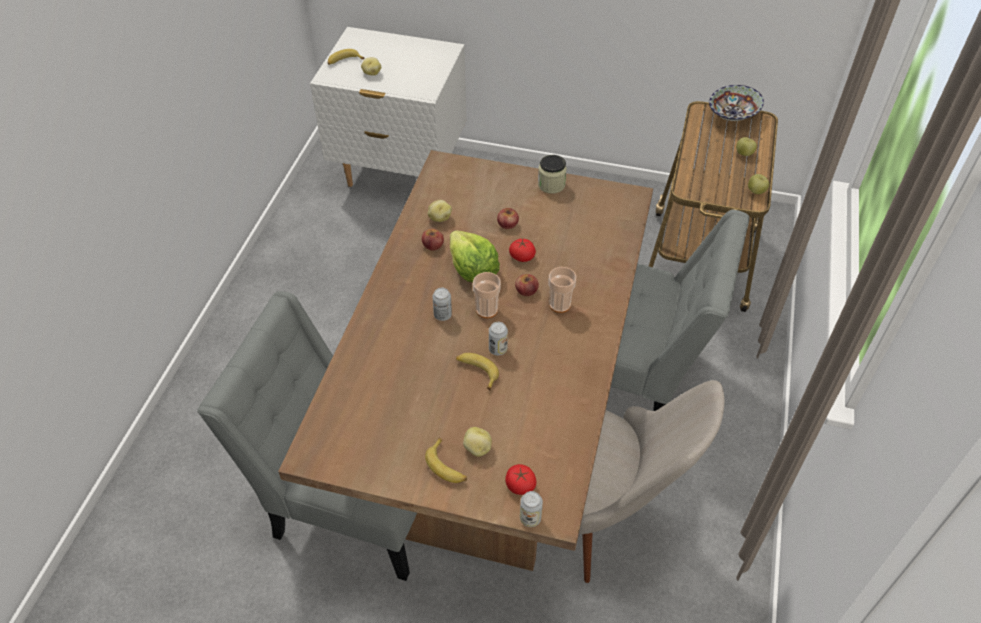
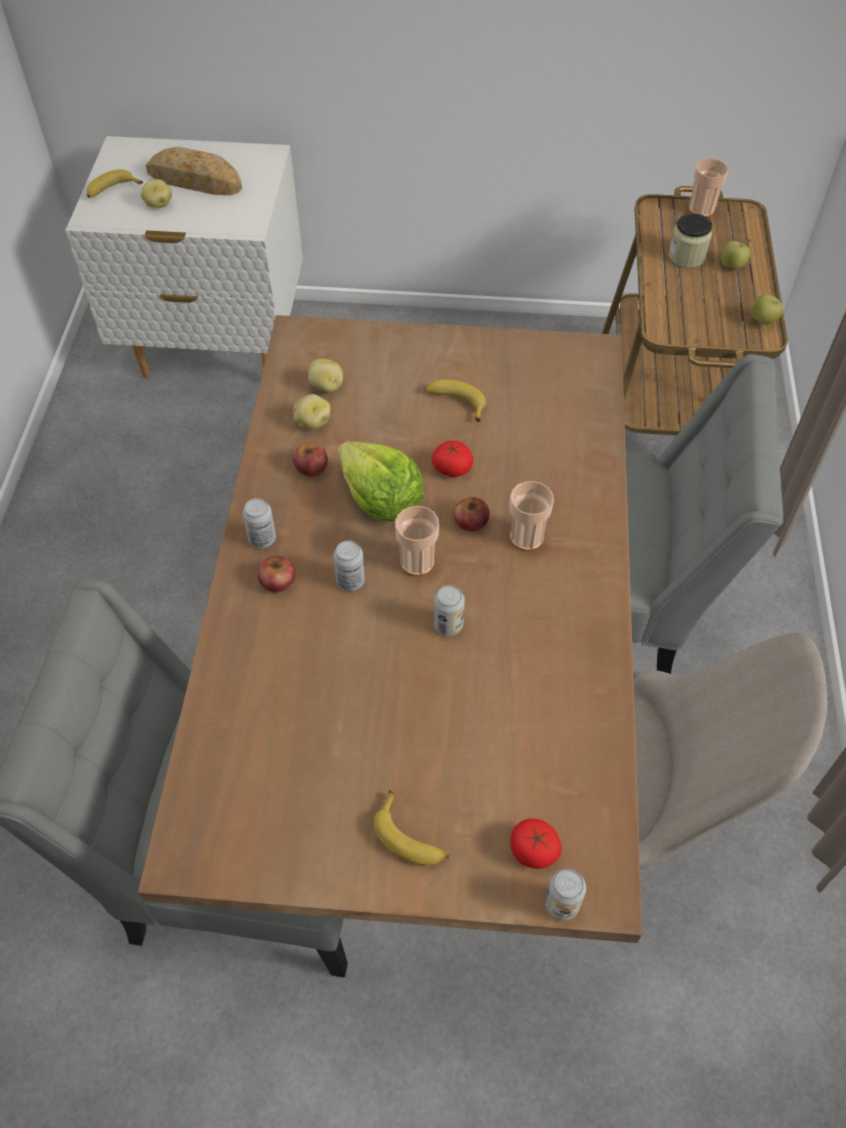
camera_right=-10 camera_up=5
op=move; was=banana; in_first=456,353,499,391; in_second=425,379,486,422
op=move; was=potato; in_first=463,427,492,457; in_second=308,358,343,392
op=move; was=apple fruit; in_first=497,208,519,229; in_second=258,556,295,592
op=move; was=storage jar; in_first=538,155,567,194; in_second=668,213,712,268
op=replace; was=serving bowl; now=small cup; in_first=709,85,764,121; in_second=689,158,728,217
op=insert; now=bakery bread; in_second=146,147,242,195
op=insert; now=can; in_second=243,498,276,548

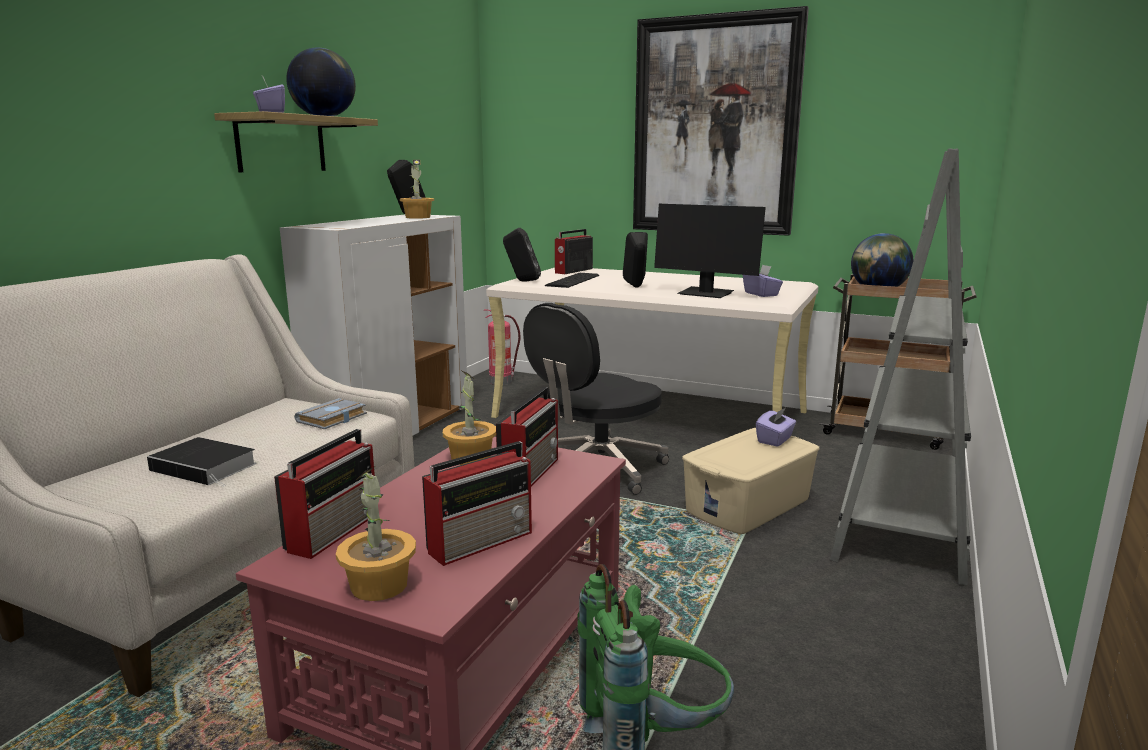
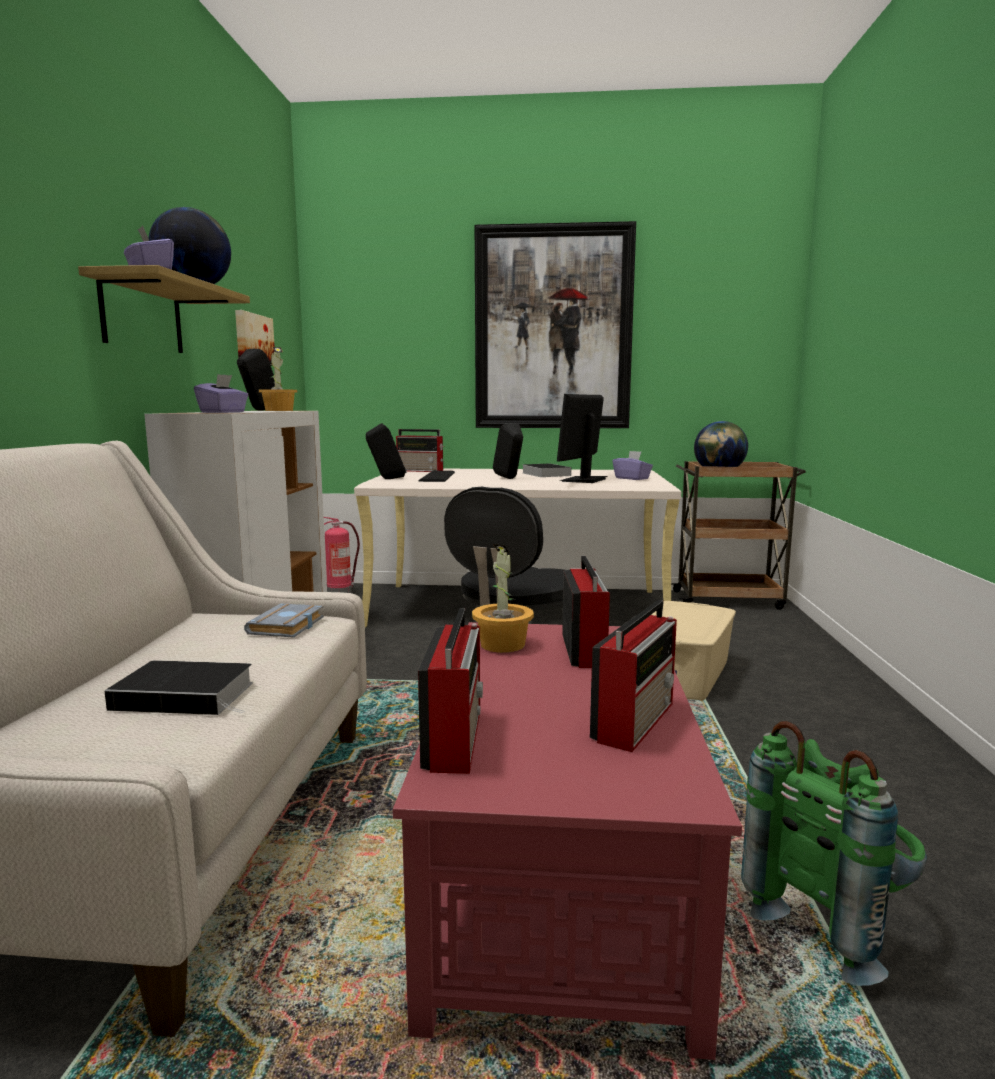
camera_right=-20 camera_up=-5
op=delete; was=potted plant; in_first=336,467,416,601
op=rotate; was=radio receiver; in_first=555,229,593,274; in_second=396,429,444,472; clockwise=-90
op=rotate; was=monitor; in_first=654,204,766,298; in_second=557,394,608,483; clockwise=105
op=move; was=purple tissue holder; in_first=756,407,796,447; in_second=194,374,248,413
op=delete; was=grey bookshelf; in_first=830,148,971,585
op=insert; now=wall picture; in_second=235,310,275,366
op=insert; now=book; in_second=522,463,571,477

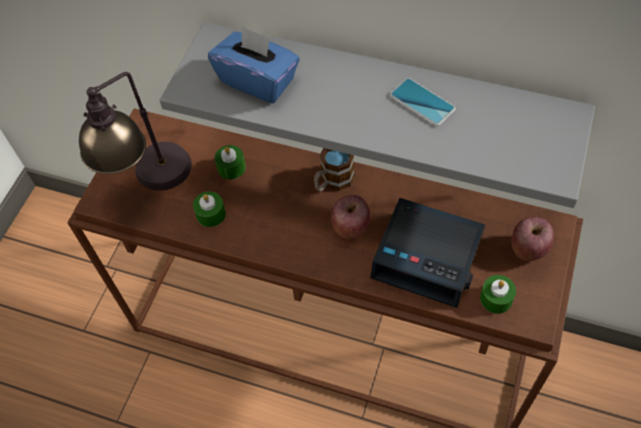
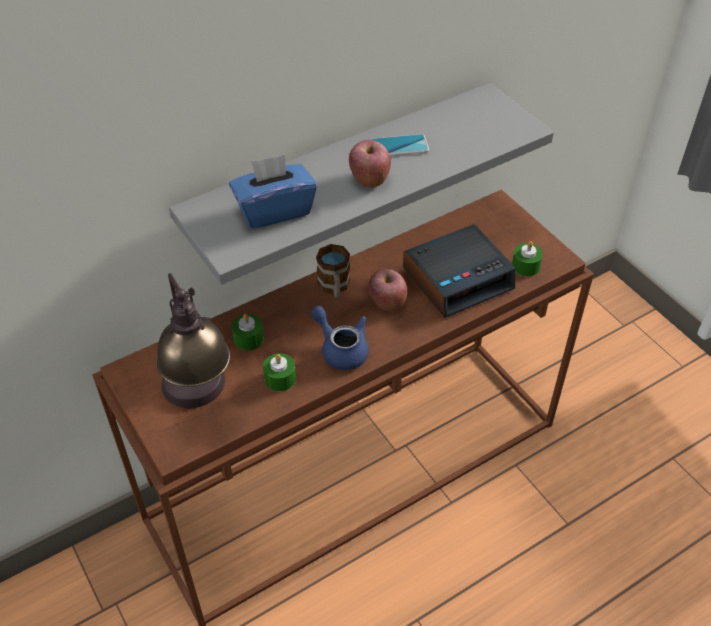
camera_right=-55 camera_up=-10
op=move; was=apple fruit; in_first=512,217,554,261; in_second=349,140,391,188
op=insert; now=bluish pot for tea; in_second=311,306,369,370

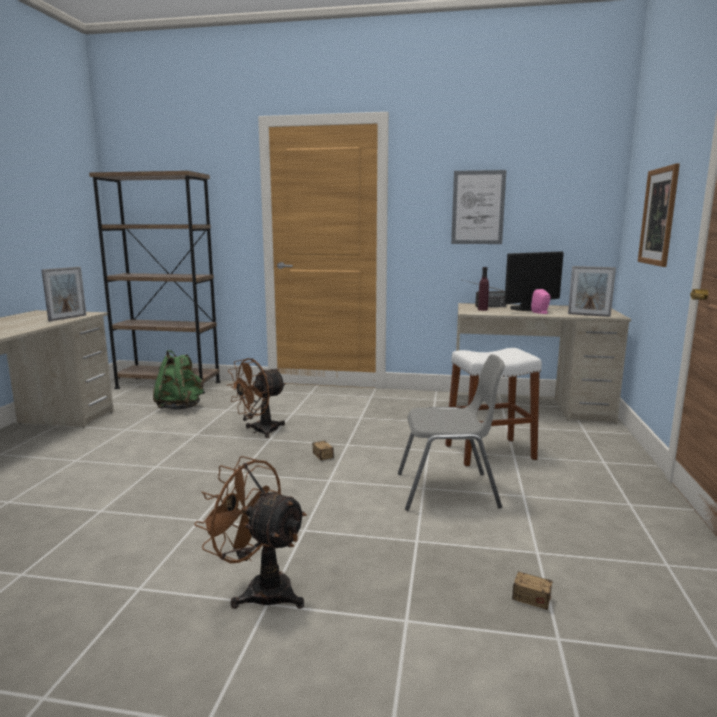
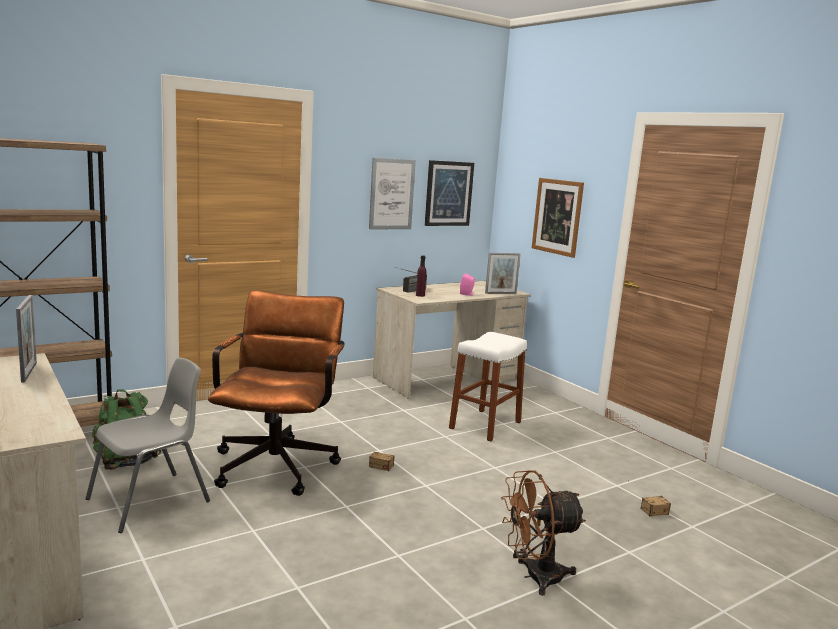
camera_right=-45 camera_up=0
op=replace; was=brown fan; now=brown desk chair; in_first=227,358,286,438; in_second=208,290,345,496
op=move; was=grey plain chair; in_first=398,354,505,511; in_second=86,357,210,533
op=delete; was=monitor; in_first=504,251,564,311
op=insert; now=wall picture; in_second=425,160,474,226

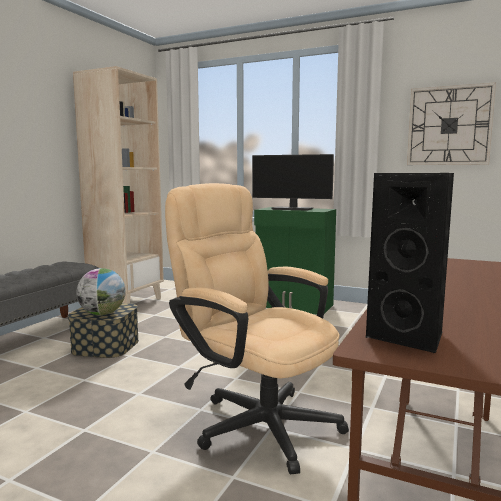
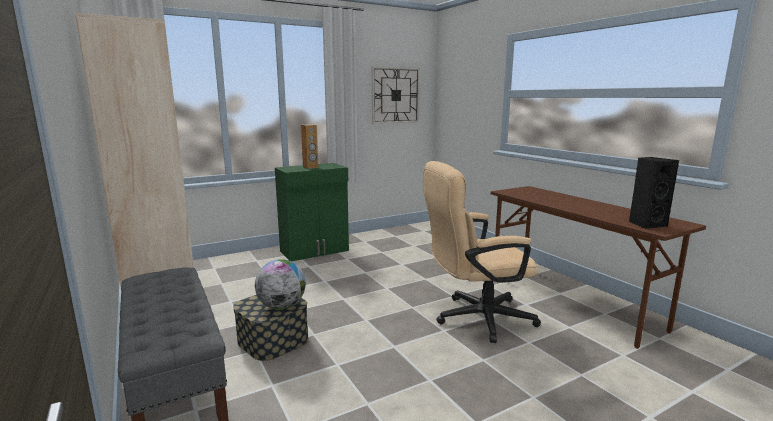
camera_right=-55 camera_up=5
op=replace; was=monitor; now=brown loudspeaker; in_first=252,154,334,211; in_second=301,124,318,169

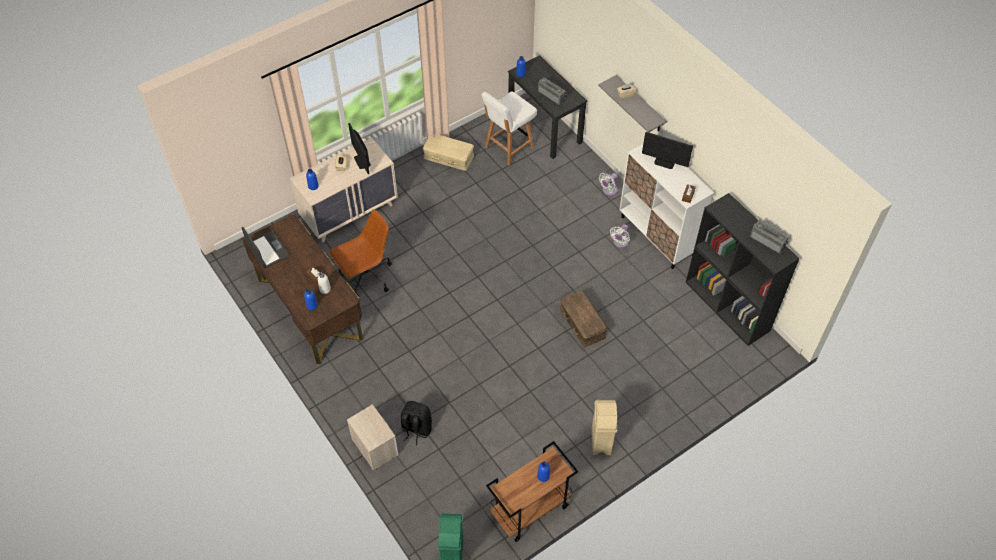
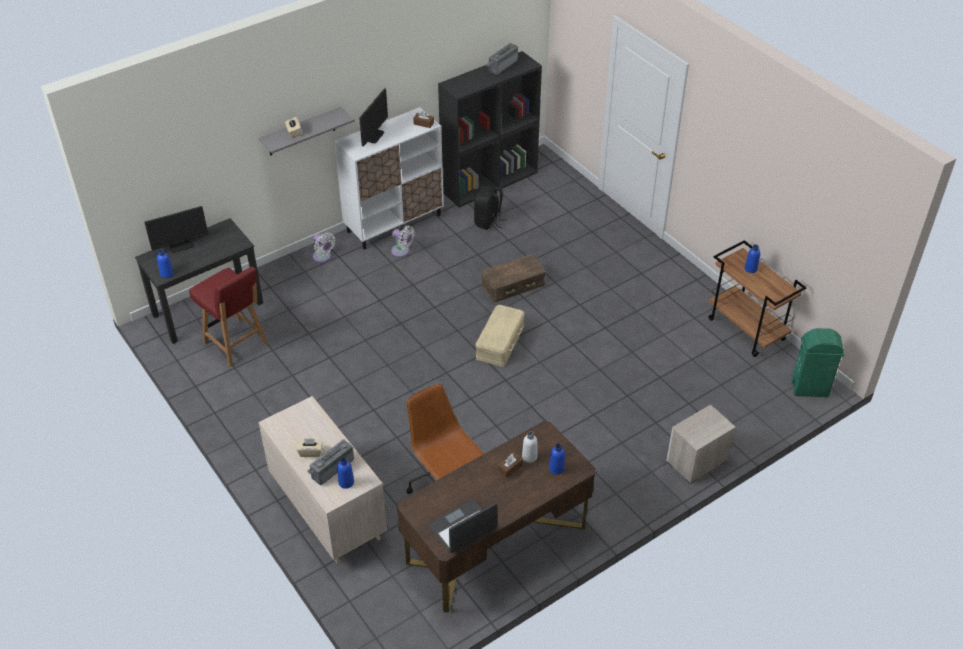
camera_right=-90 camera_up=-10
op=move; was=monitor; in_first=348,123,371,174; in_second=144,206,208,253
op=move; was=black-coloured knapsack; in_first=401,401,432,445; in_second=474,186,504,230
op=move; was=sand-coloured storage bin; in_first=423,134,474,171; in_second=476,305,525,367
op=recolor; was=whitish plain chair; now=reddish plain chair; in_first=481,91,537,166; in_second=189,266,268,367
op=move; was=radio receiver; in_first=538,77,567,105; in_second=307,439,354,485
op=delete; was=sand-coloured rubbish bin; in_first=592,400,617,455

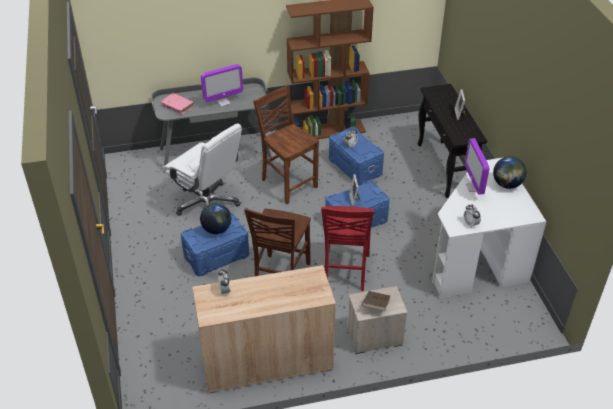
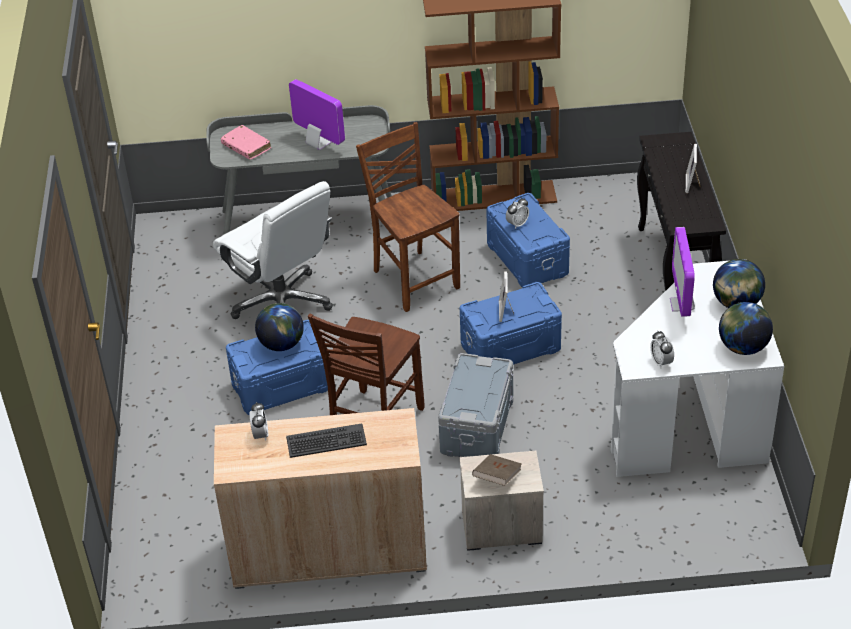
camera_right=10 camera_up=0
op=rotate; was=monitor; in_first=201,64,243,107; in_second=289,79,345,150; clockwise=-120
op=replace; was=reddish plain chair; now=grey storage bin; in_first=321,206,374,291; in_second=438,353,513,457
op=insert; now=PC keyboard; in_second=286,423,367,458
op=insert; now=world globe; in_second=719,302,773,355

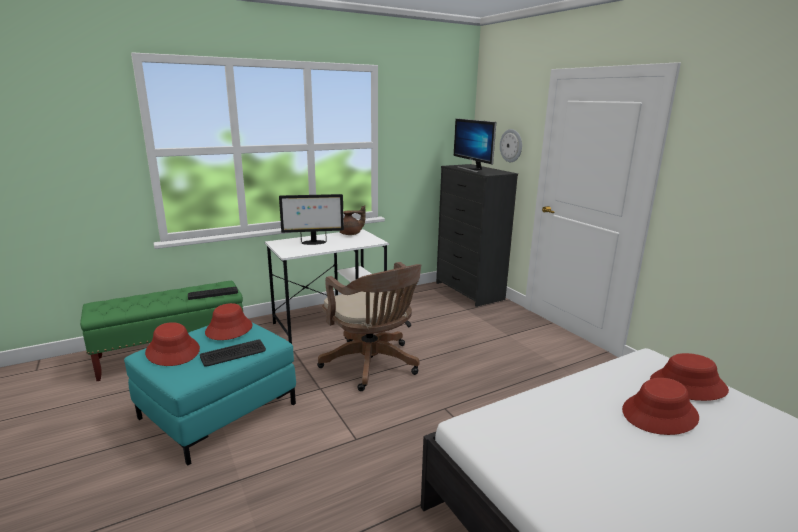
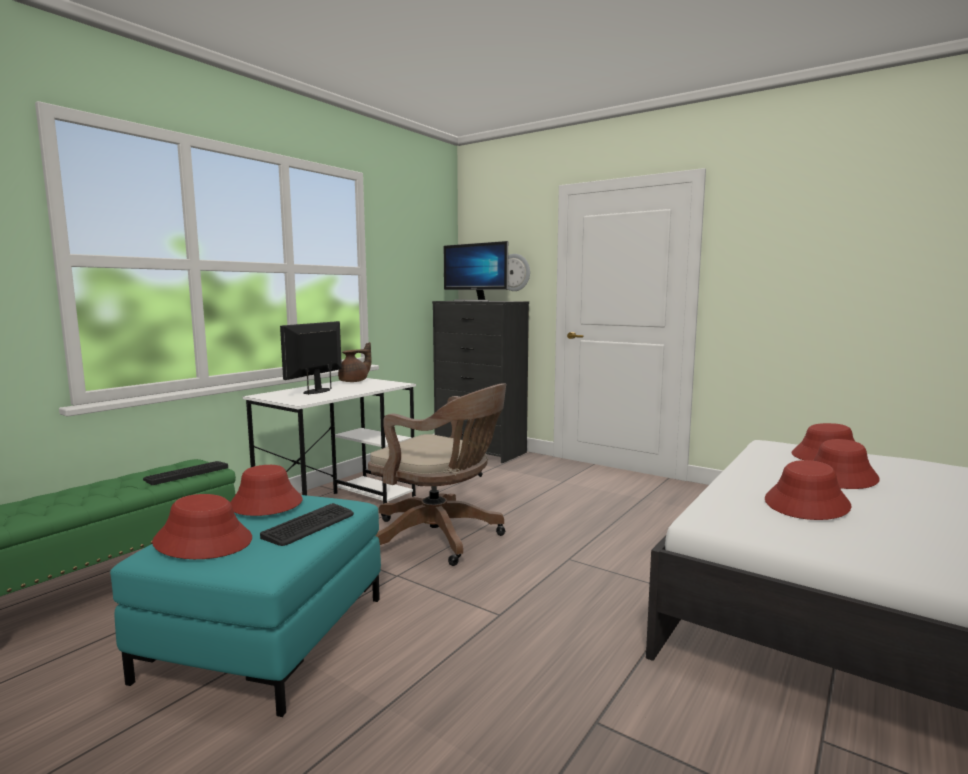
camera_right=-25 camera_up=-10
op=rotate; was=monitor; in_first=279,194,344,245; in_second=280,321,342,395; clockwise=150
op=insert; now=reddish clothing hat; in_second=765,460,852,520

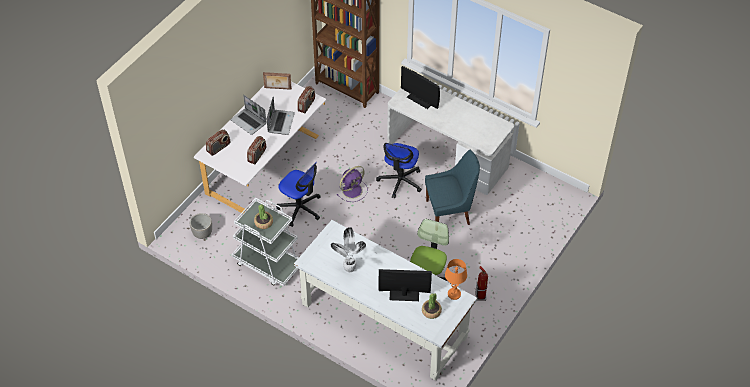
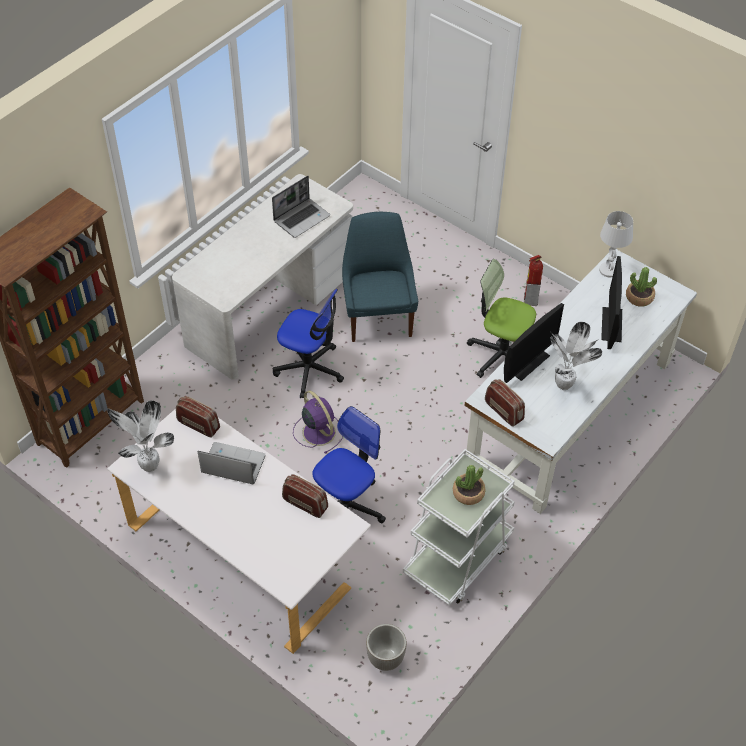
camera_right=-85 camera_up=0
op=move; was=radio receiver; in_first=206,129,230,156; in_second=485,379,525,427
op=move; was=portable computer; in_first=231,95,267,135; in_second=272,176,330,238
op=replace; was=standing frame; now=potted plant; in_first=263,72,292,90; in_second=107,401,174,472
op=move; was=monitor; in_first=401,66,440,109; in_second=504,303,564,383
op=recolor; was=orange-coloured lamp for a table; now=whitish lamp for a table; in_first=445,259,467,300; in_second=599,211,633,277

